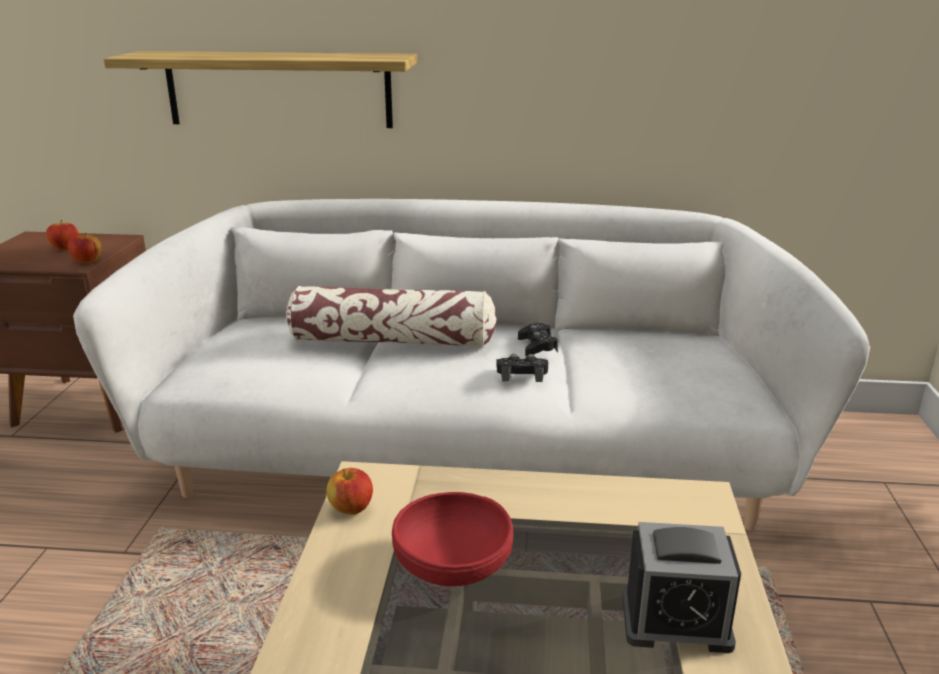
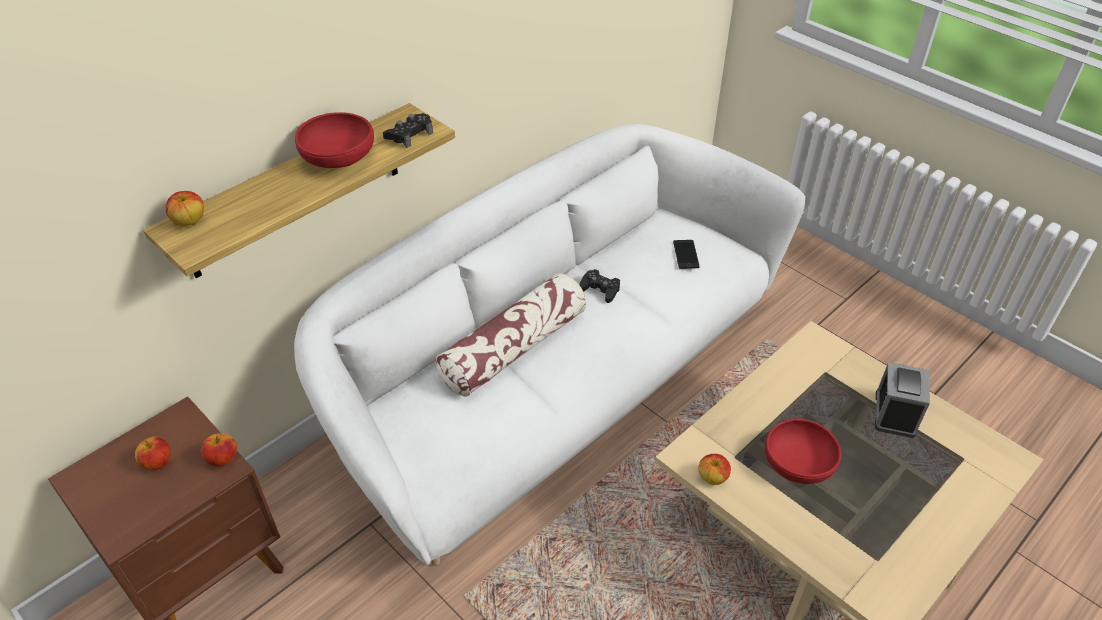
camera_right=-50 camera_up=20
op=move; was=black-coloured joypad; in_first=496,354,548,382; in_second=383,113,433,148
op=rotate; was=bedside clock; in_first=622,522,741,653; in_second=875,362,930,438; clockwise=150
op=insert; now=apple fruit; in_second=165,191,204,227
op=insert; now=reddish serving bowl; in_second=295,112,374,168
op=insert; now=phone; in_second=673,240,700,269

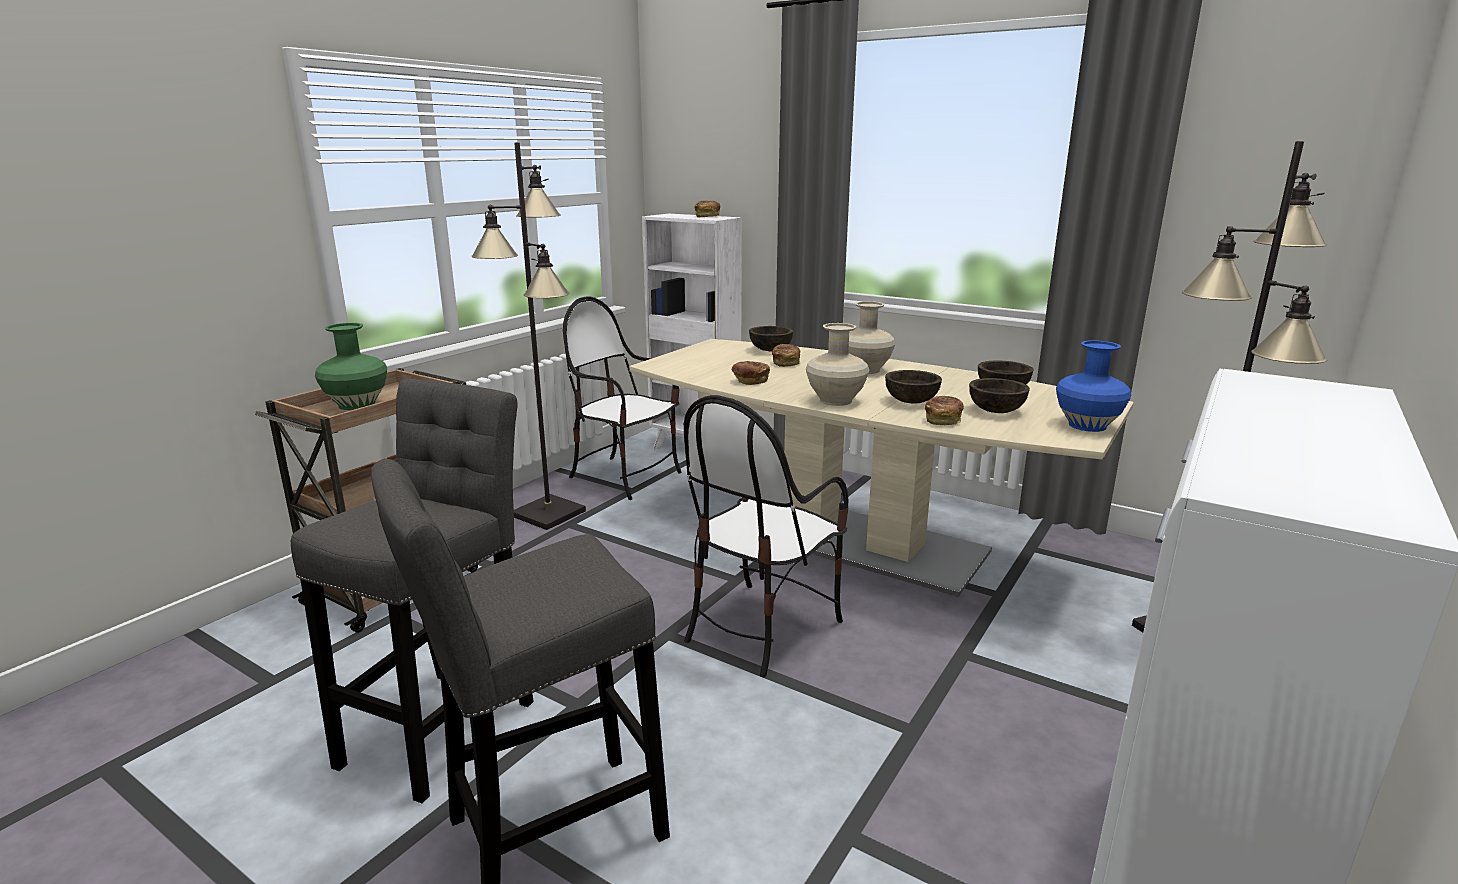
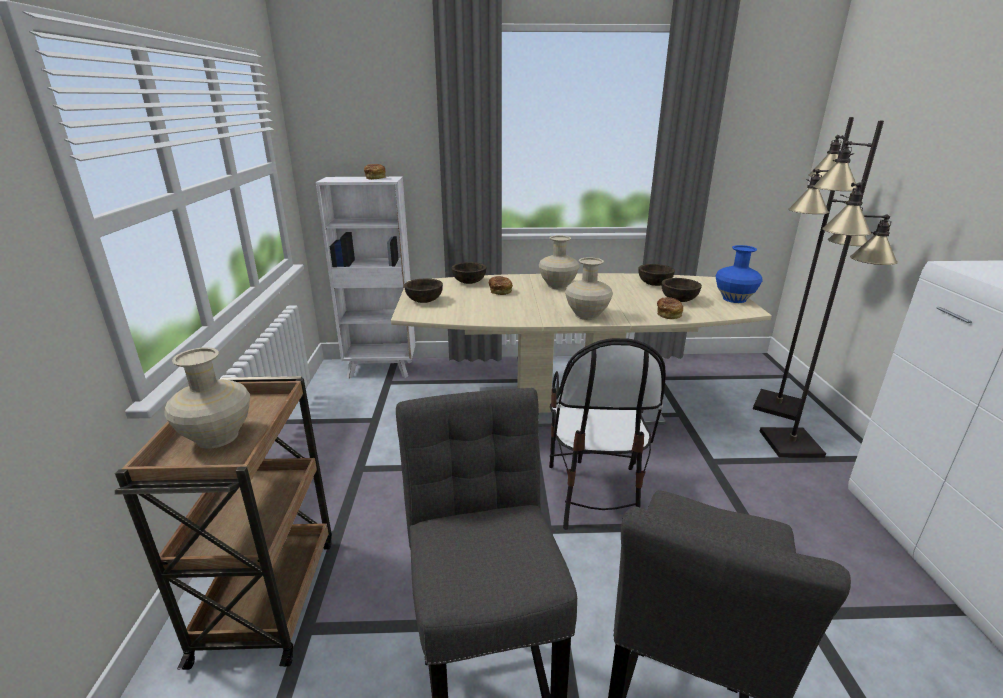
camera_right=-35 camera_up=5
op=recolor; was=greenish vase; now=sand-coloured vase; in_first=315,323,387,410; in_second=164,347,250,449
op=move; was=black-coloured standard lamp; in_first=471,142,586,530; in_second=760,120,898,458
op=delete; was=plain chair; in_first=563,296,682,500
op=delete; was=bakery bread; in_first=732,361,770,385
op=move; was=brown serving bowl; in_first=885,370,942,403; in_second=404,278,443,303

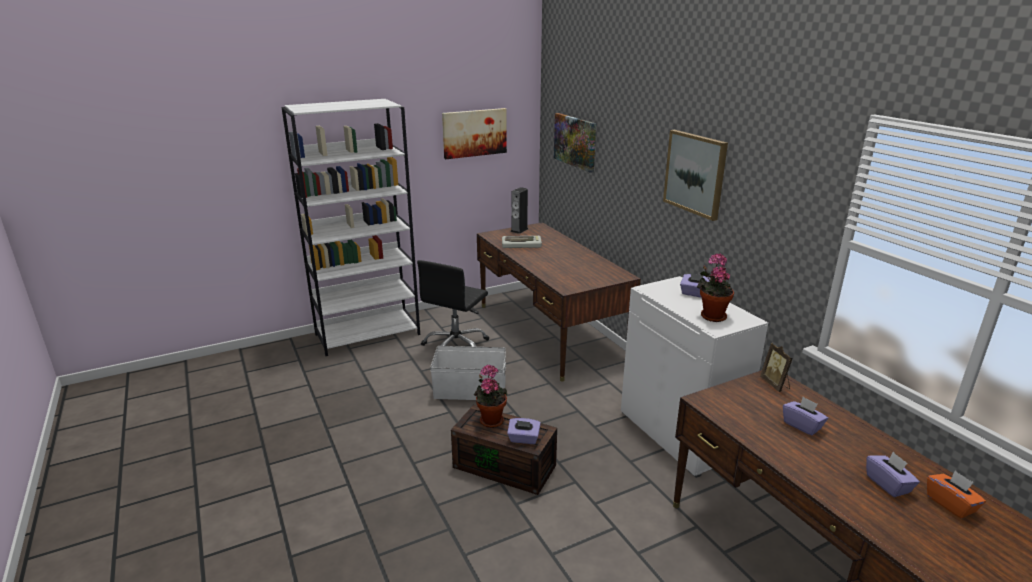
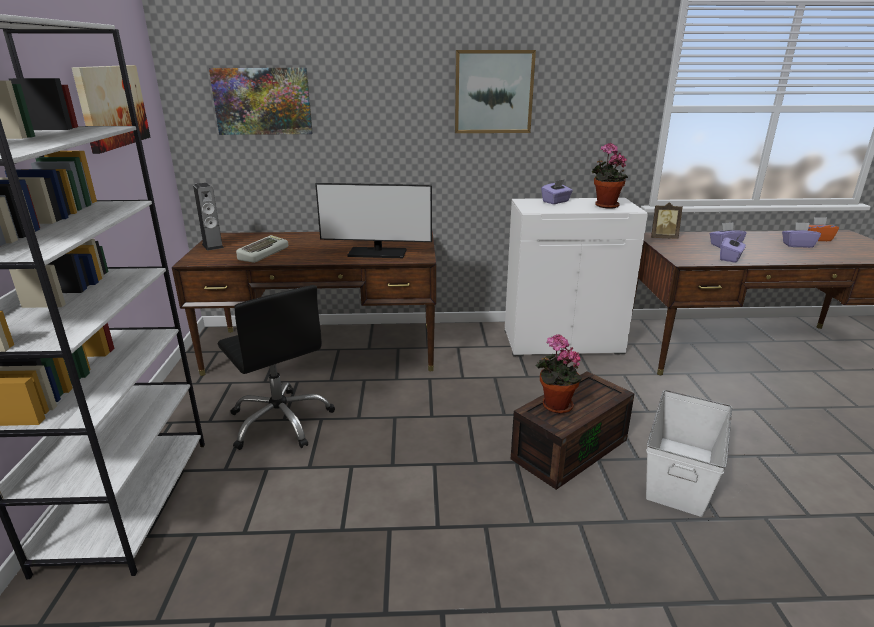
camera_right=-65 camera_up=0
op=move; was=whitish storage bin; in_first=430,346,506,400; in_second=646,390,732,517
op=move; was=purple tissue holder; in_first=507,418,541,444; in_second=720,236,746,263
op=insert; now=monitor; in_second=315,183,432,258

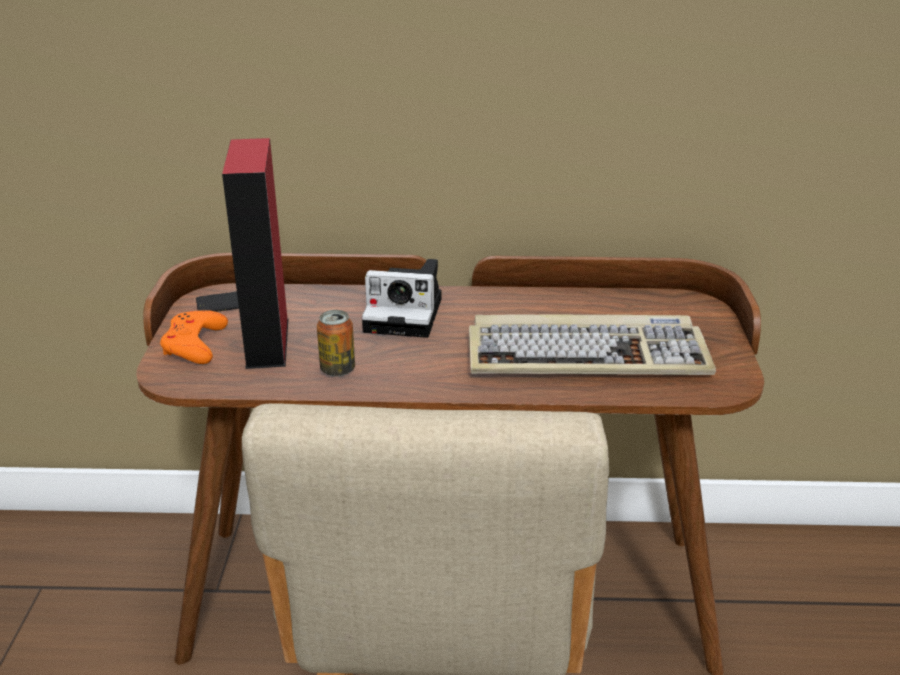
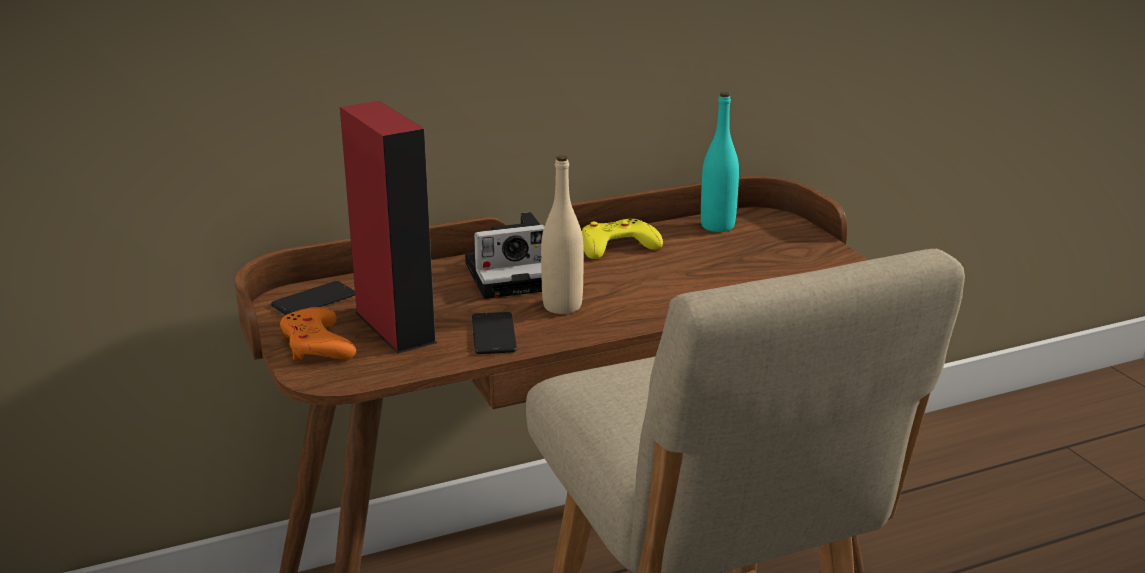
camera_right=-25 camera_up=-5
op=replace; was=can; now=phone; in_first=317,310,355,377; in_second=472,312,517,354
op=delete; was=PC keyboard; in_first=469,314,716,375
op=insert; now=sand-coloured beverage bottle; in_second=541,155,584,314
op=insert; now=yellowish joypad; in_second=582,219,663,259
op=insert; now=turquoise beverage bottle; in_second=701,92,739,232

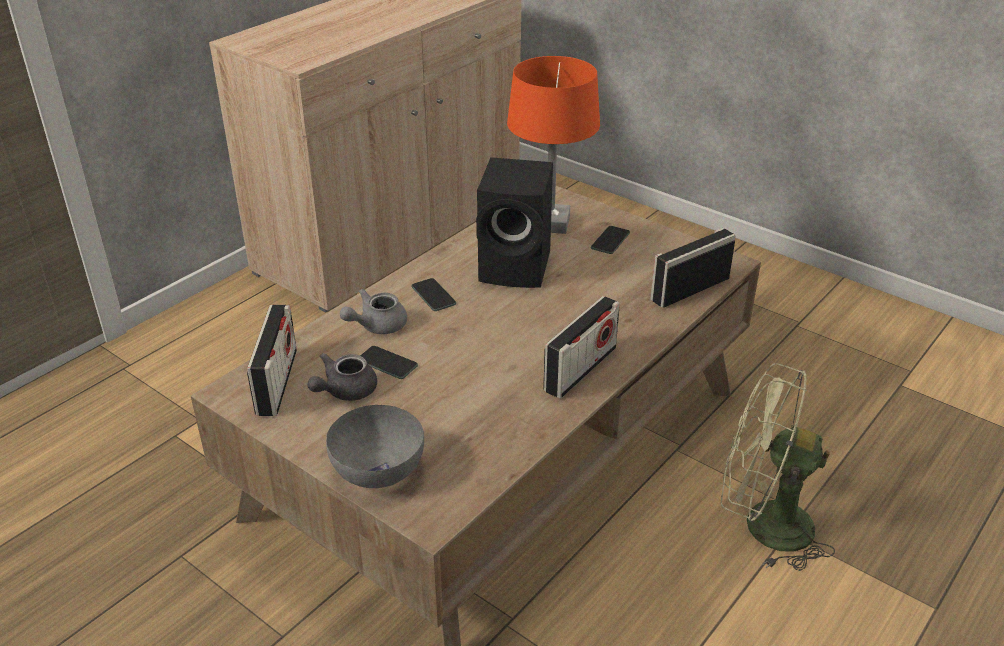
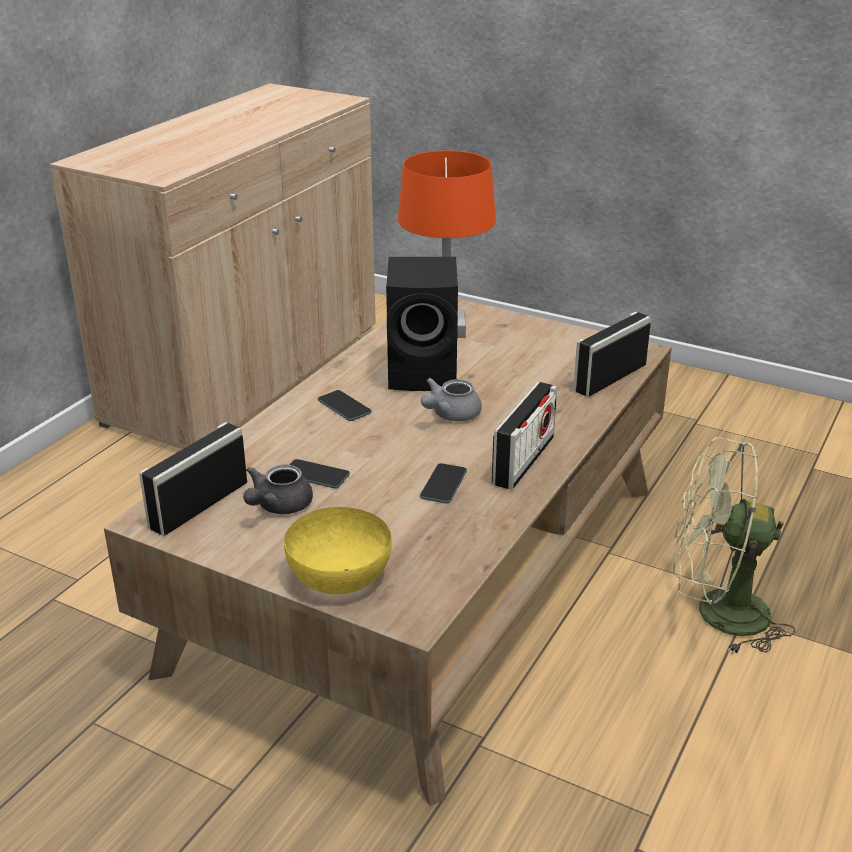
camera_right=-10 camera_up=-5
op=rotate; was=radio receiver; in_first=247,305,297,416; in_second=139,422,247,536; clockwise=-135
op=recolor; was=grey serving bowl; now=yellowish serving bowl; in_first=326,405,424,488; in_second=284,507,392,594
op=move; was=grey pot for tea; in_first=340,289,407,334; in_second=421,378,482,421
op=move; was=phone; in_first=591,226,630,254; in_second=420,463,467,503

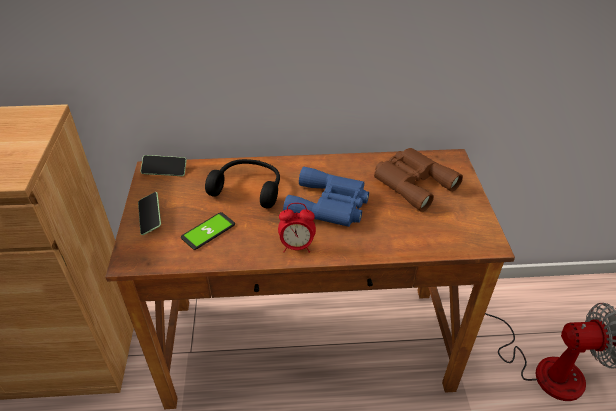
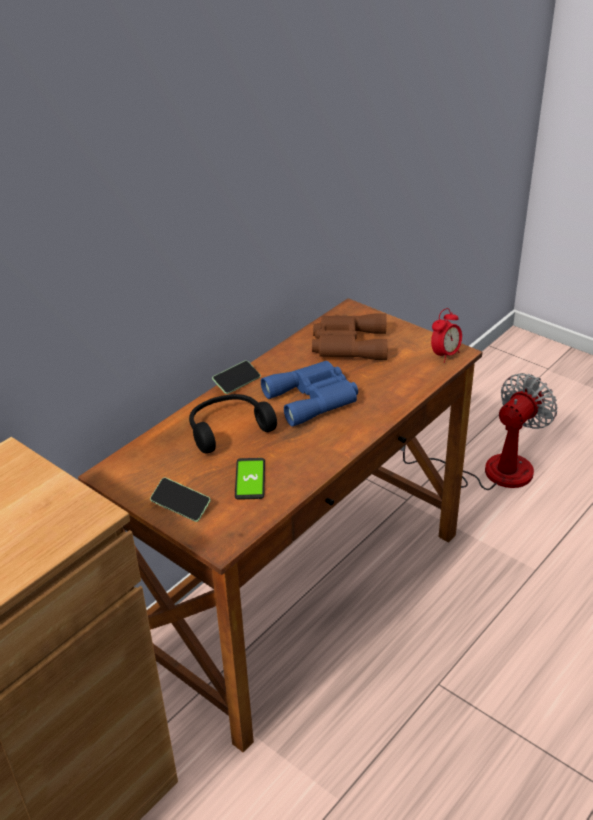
camera_right=-45 camera_up=-5
op=move; was=phone; in_first=140,155,187,176; in_second=212,361,261,394
op=move; was=bedside clock; in_first=278,203,316,253; in_second=431,308,462,363

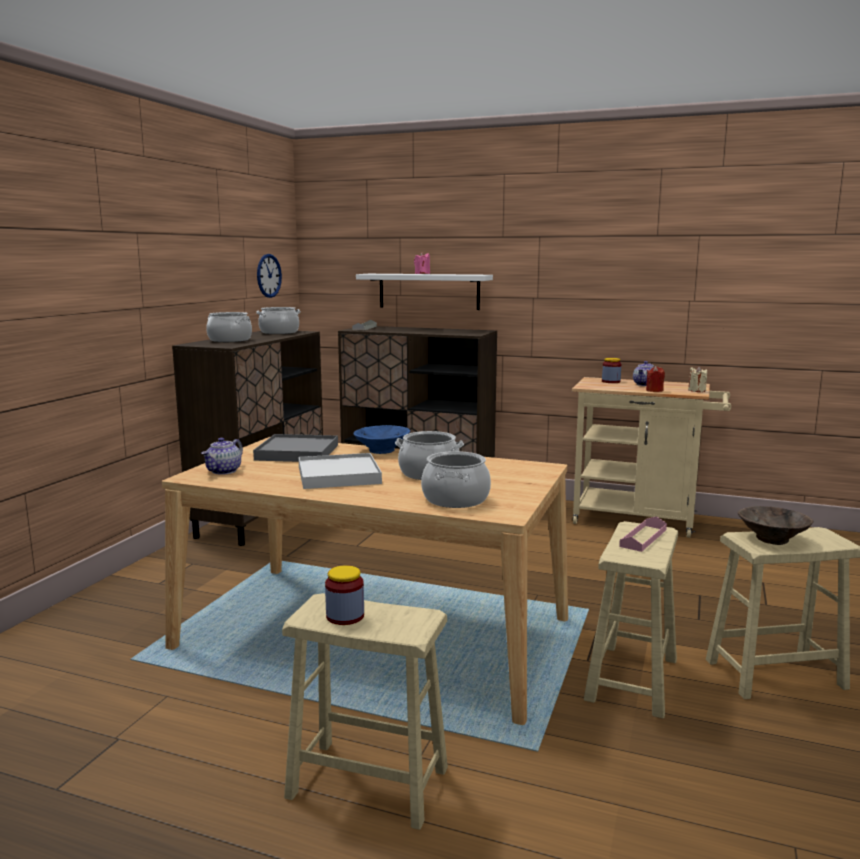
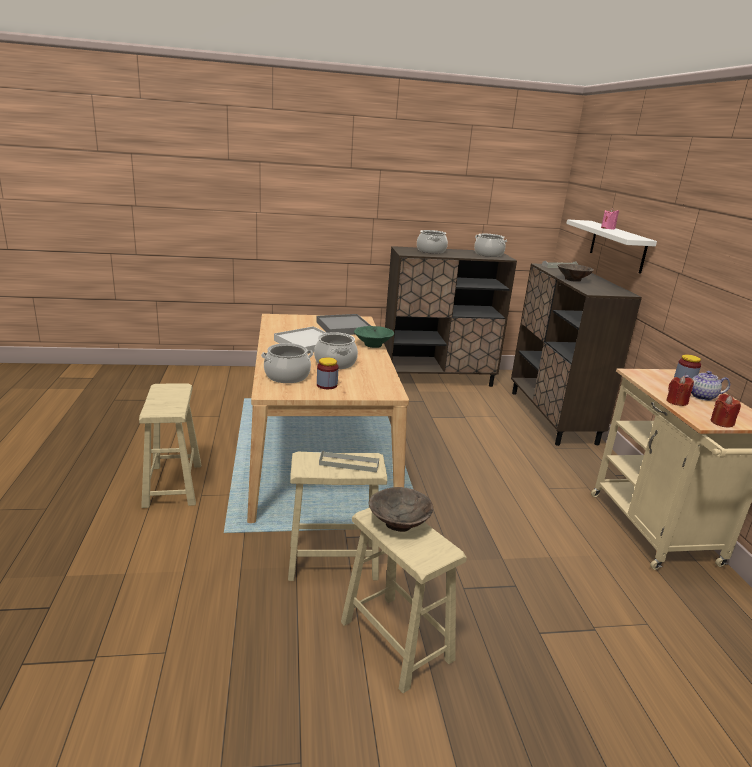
camera_right=60 camera_up=10
op=delete; was=pot for tea; in_first=201,438,243,475
op=delete; was=hanging clock; in_first=257,254,282,298
op=move; was=storage jar; in_first=325,565,364,625; in_second=317,357,338,389
op=recolor; was=bluish serving bowl; now=greenish serving bowl; in_first=354,425,410,454; in_second=354,326,394,348
op=recolor; was=pink-coloured tray; now=grey tray; in_first=619,516,667,552; in_second=319,451,379,472
op=recolor; was=sand-coloured wax light; now=reddish wax light; in_first=688,366,707,392; in_second=711,394,741,427
op=insert; now=brown serving bowl; in_second=557,264,594,282

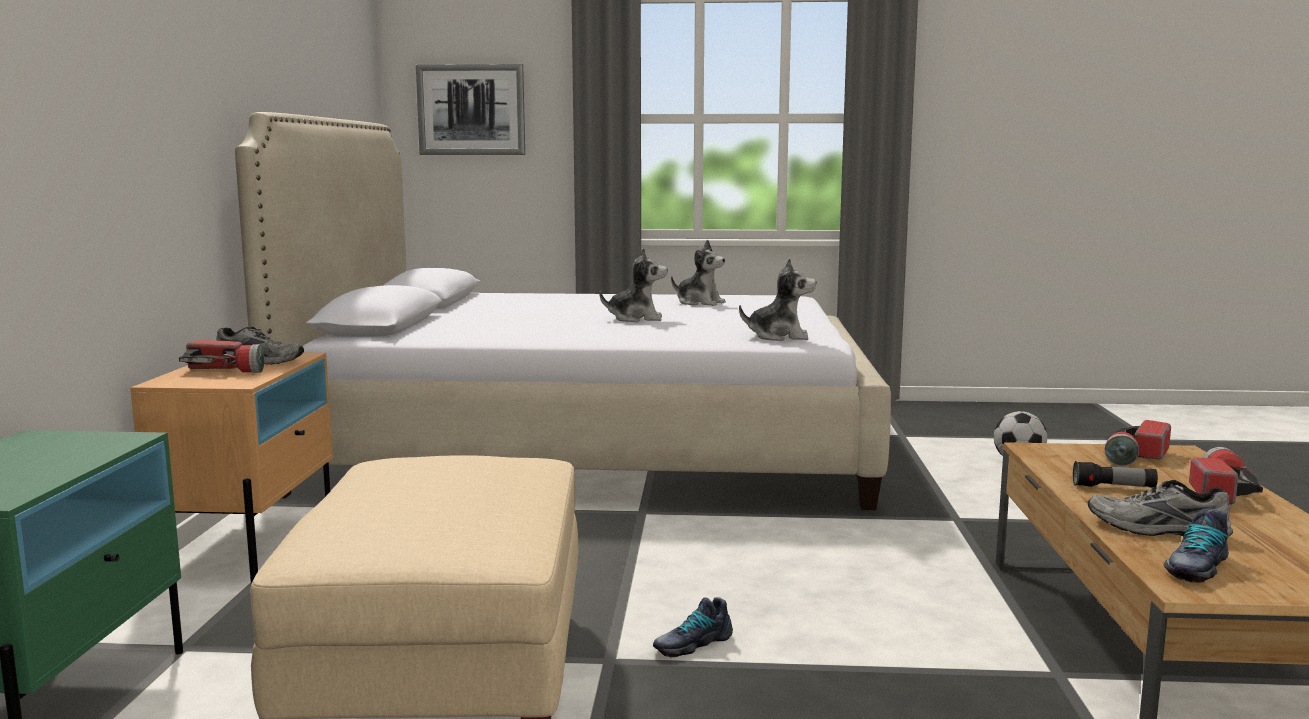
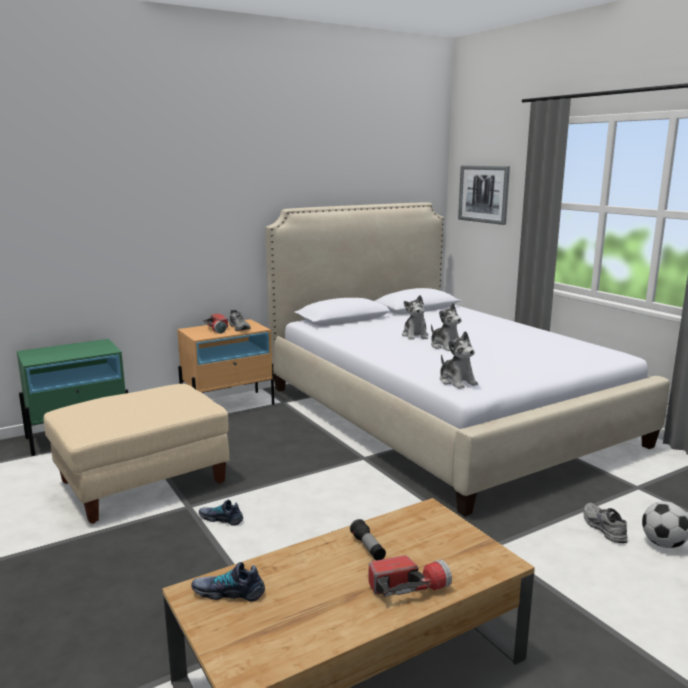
camera_right=55 camera_up=5
op=move; was=plush toy; in_first=671,240,726,306; in_second=402,295,429,340
op=move; was=grey shoe; in_first=1088,480,1233,537; in_second=583,503,628,543
op=delete; was=flashlight; in_first=1105,420,1171,466

